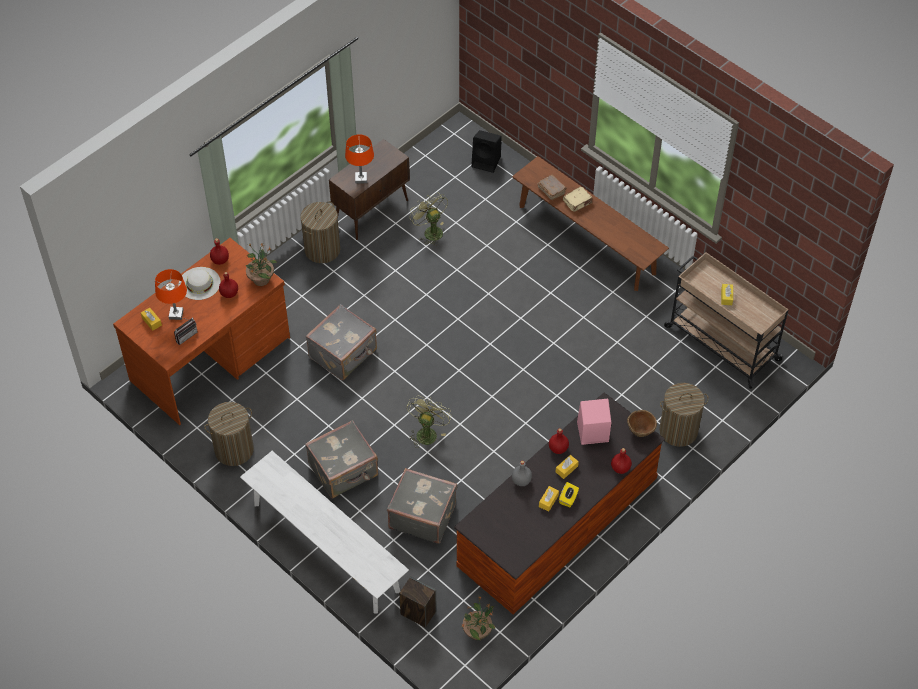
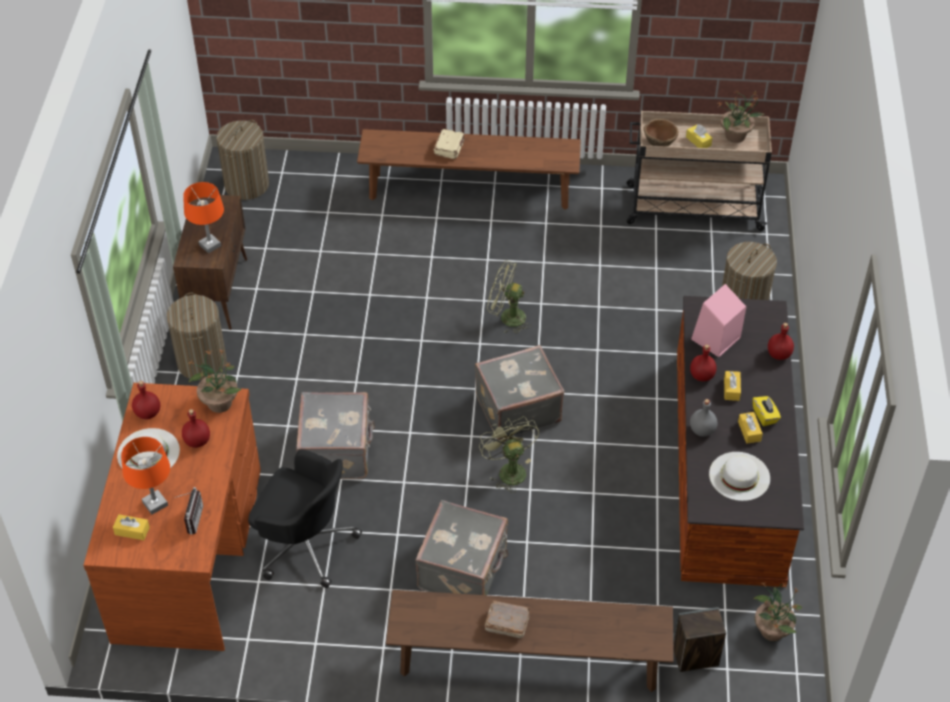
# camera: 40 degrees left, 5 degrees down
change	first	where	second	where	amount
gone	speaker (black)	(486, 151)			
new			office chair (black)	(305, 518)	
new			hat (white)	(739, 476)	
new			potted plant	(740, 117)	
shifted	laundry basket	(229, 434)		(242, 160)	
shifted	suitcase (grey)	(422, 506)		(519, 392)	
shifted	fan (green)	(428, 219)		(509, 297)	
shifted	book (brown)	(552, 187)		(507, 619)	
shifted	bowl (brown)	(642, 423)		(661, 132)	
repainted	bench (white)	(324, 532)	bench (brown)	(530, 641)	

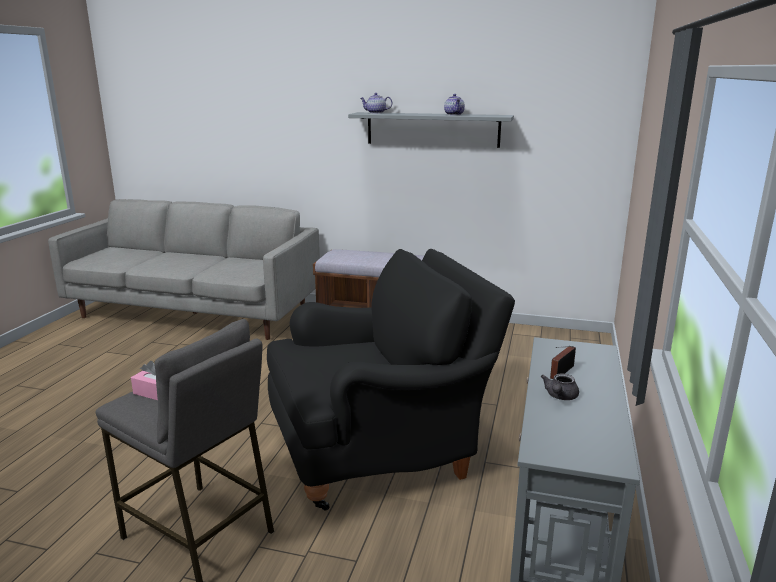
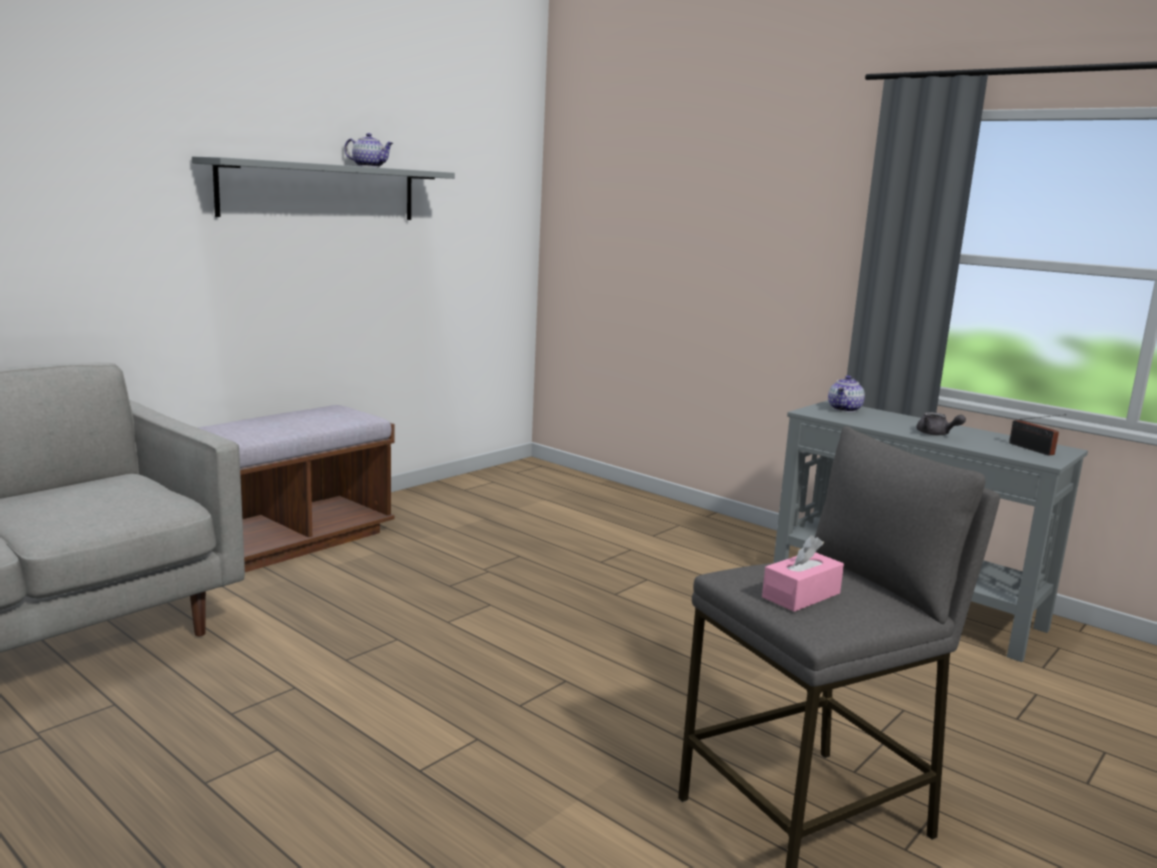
# camera: 65 degrees left, 5 degrees down
change	first	where	second	where	amount
gone	armchair (black)	(391, 379)			
shifted	teapot	(376, 103)		(846, 393)	
shifted	radio	(563, 362)		(1037, 435)	

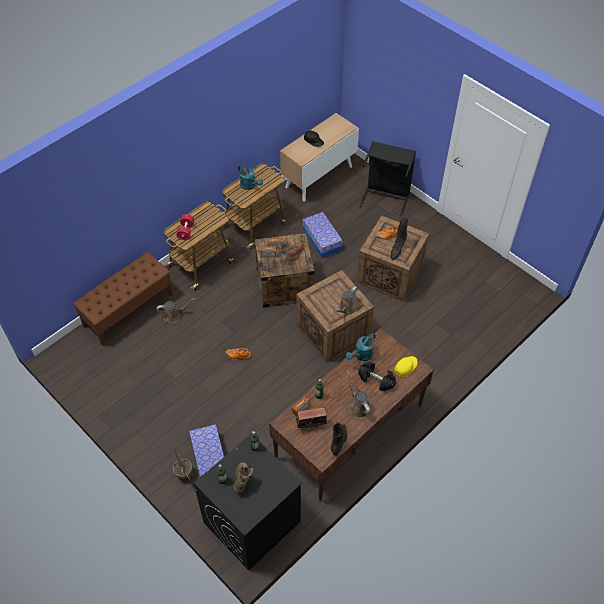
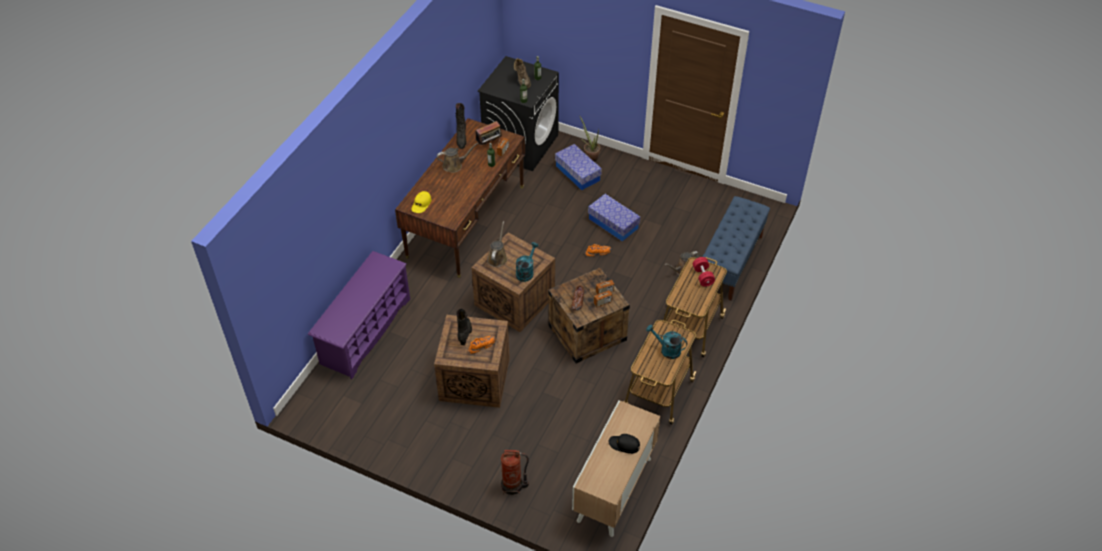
# camera: 160 degrees right, 5 degrees down
change	first	where	second	where	amount
gone	dumbbell (black)	(377, 376)			
new			shoe rack (purple)	(359, 315)	
shifted	storage box	(323, 235)		(614, 217)	
shifted	watering can (turquoise)	(361, 347)		(527, 262)	
swapped	laundry basket (black)	(388, 179)	fire extinguisher	(515, 472)	
repainted	bench (brown)	(123, 299)	bench (blue)	(736, 248)	
rotated	watering can (brown)	(358, 394)		(457, 158)	60 degrees counterclockwise

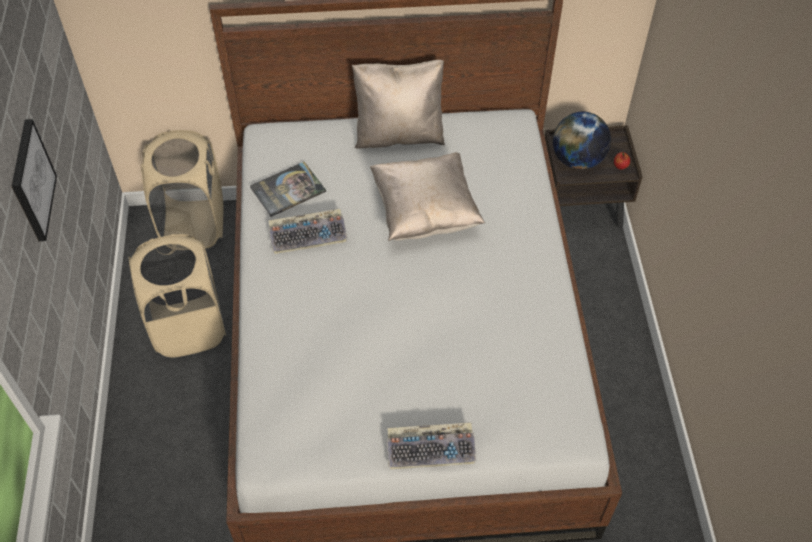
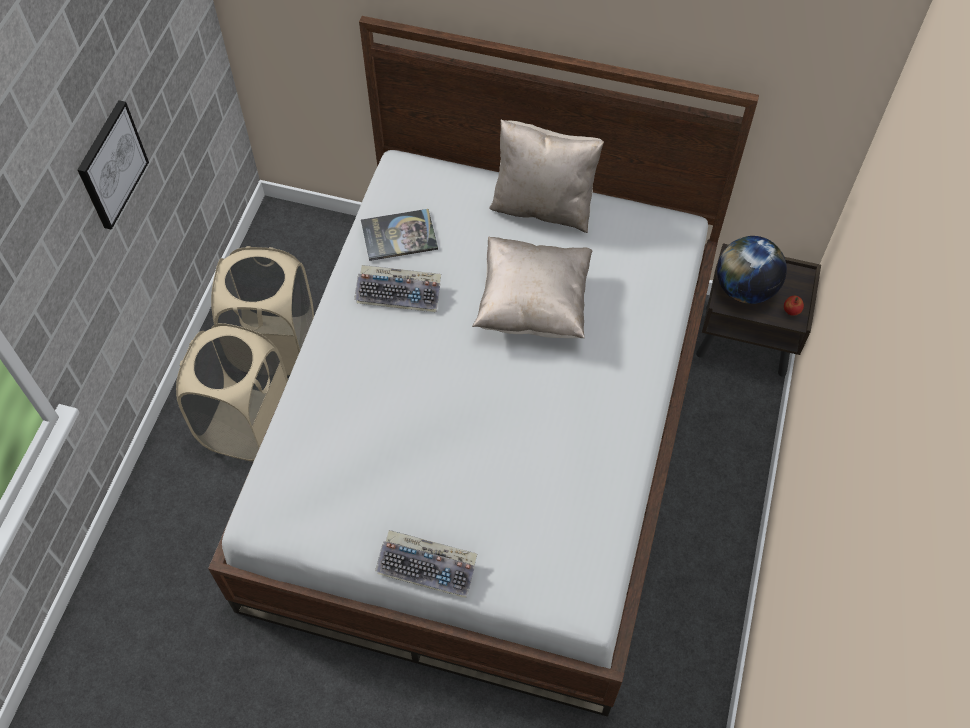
# camera: 20 degrees right, 5 degrees up
change	first	where	second	where	amount
shifted	laundry basket (beige)	(182, 189)		(232, 392)	

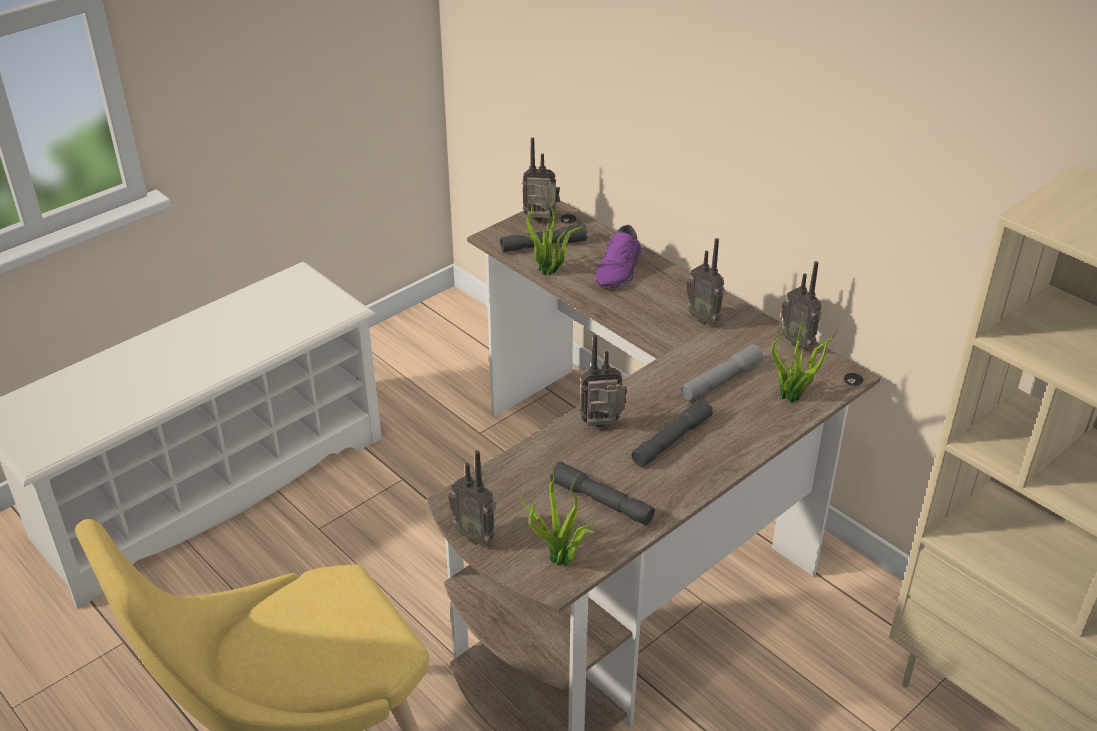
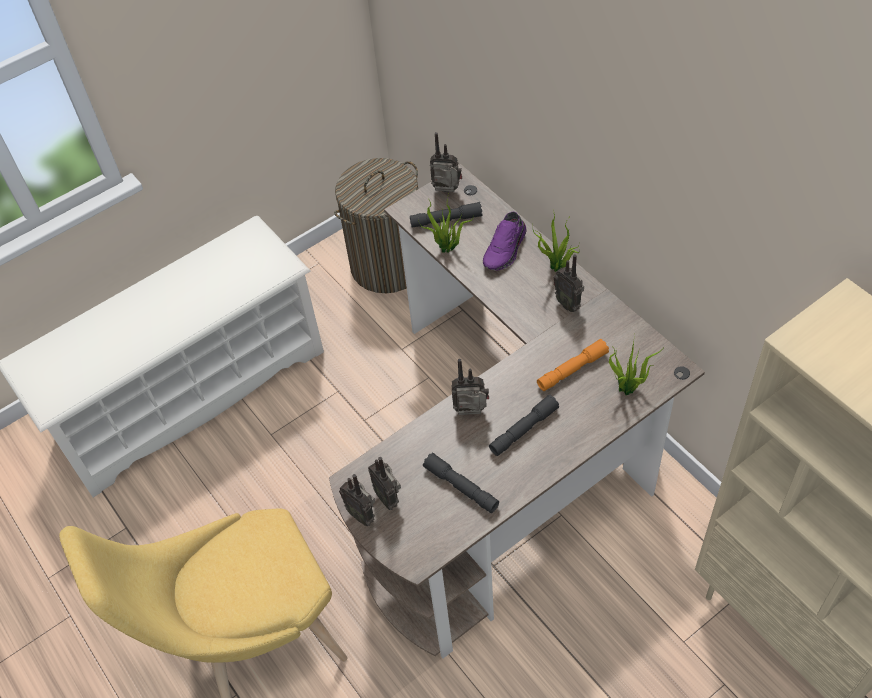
# camera: 10 degrees right, 15 degrees up
change	first	where	second	where	amount
new			laundry basket	(376, 225)	
shifted	potted plant	(557, 517)		(556, 243)	
shifted	radio	(801, 305)		(384, 483)	
repainted	flashlight (grey)	(721, 372)	flashlight (orange)	(573, 365)	

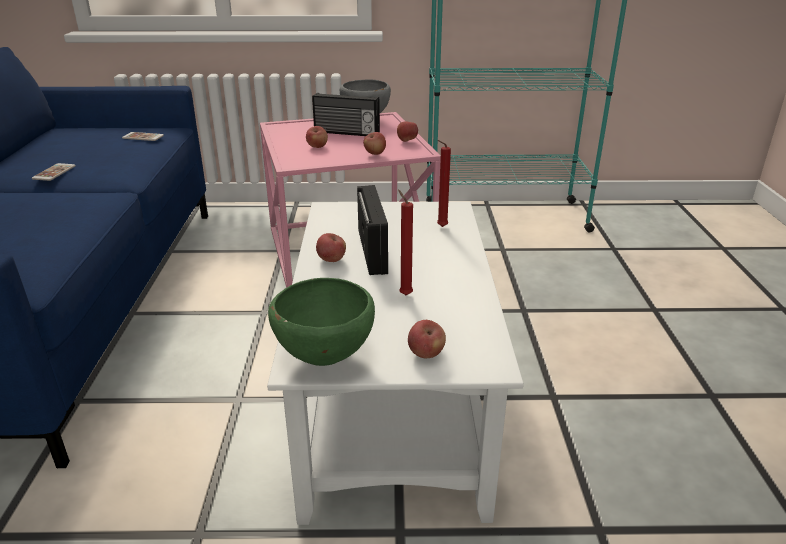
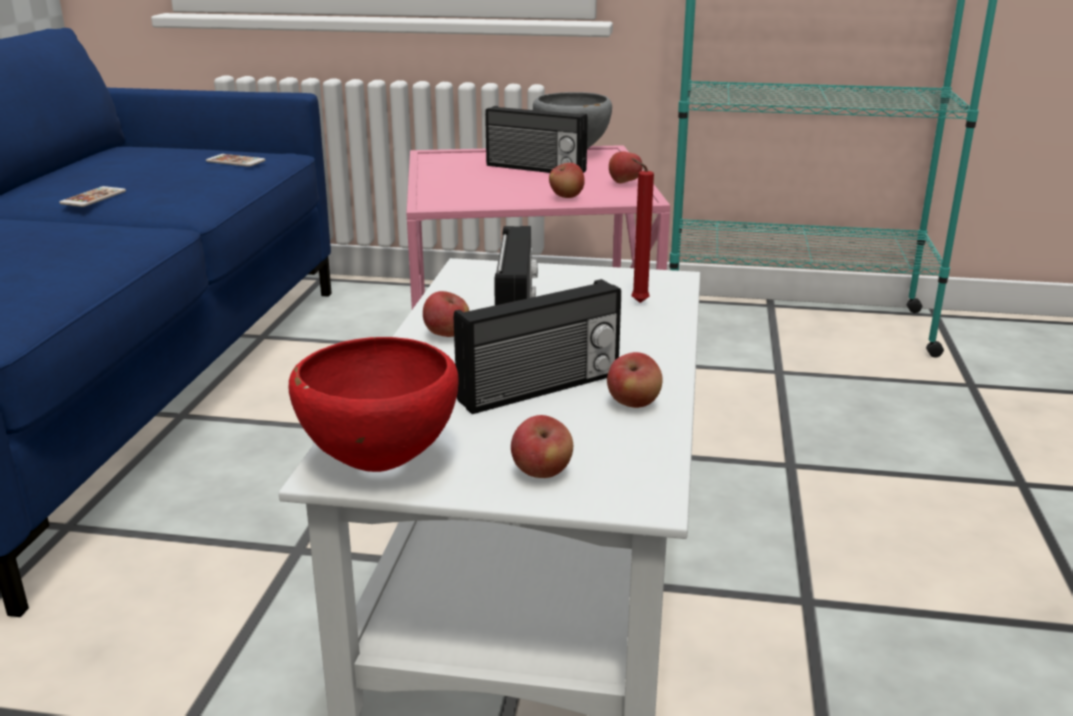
# camera: 10 degrees right, 5 degrees down
change	first	where	second	where	amount
shifted	apple	(317, 137)		(635, 380)	
swapped	candle (red)	(405, 242)	radio	(537, 346)	
repainted	bowl (green)	(321, 322)	bowl (red)	(374, 404)	

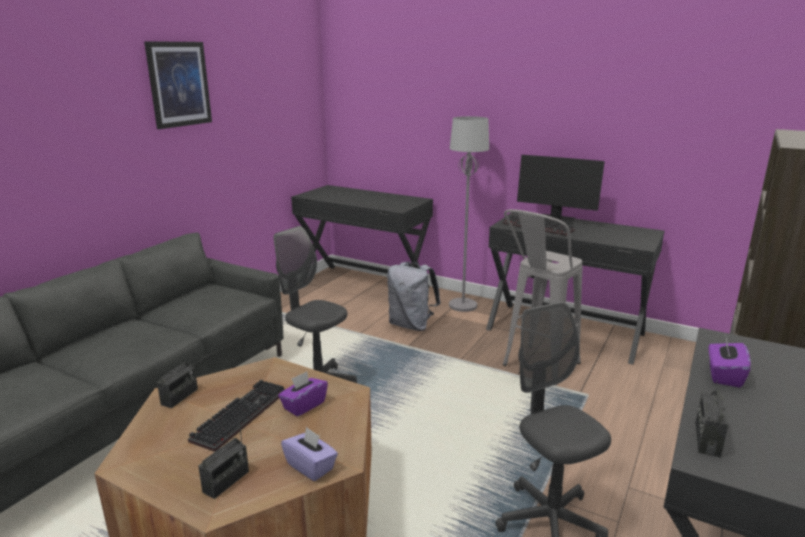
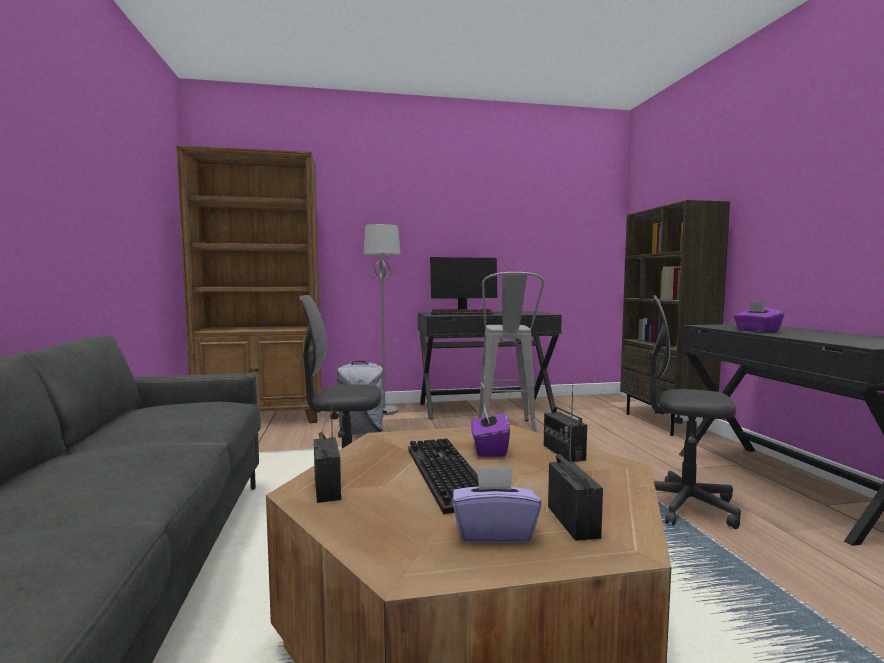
# camera: 40 degrees left, 15 degrees down
change	first	where	second	where	amount
gone	picture	(178, 85)			
shifted	tissue box (purple)	(309, 454)		(497, 504)	
shifted	radio	(712, 419)		(565, 423)	
swapped	desk (black)	(362, 236)	bookcase (brown)	(248, 284)	

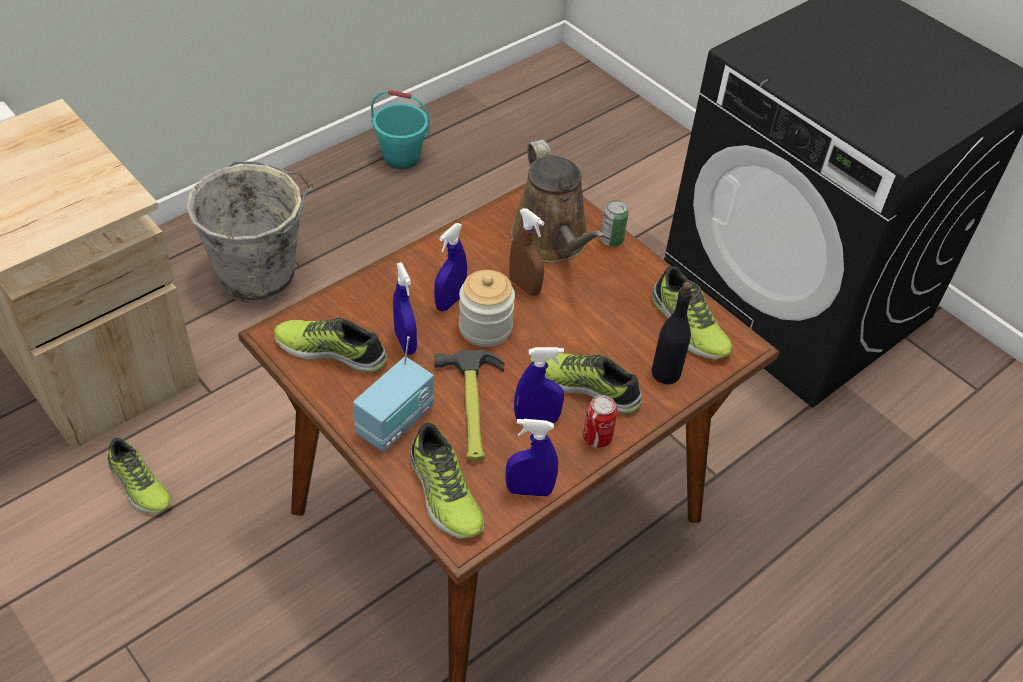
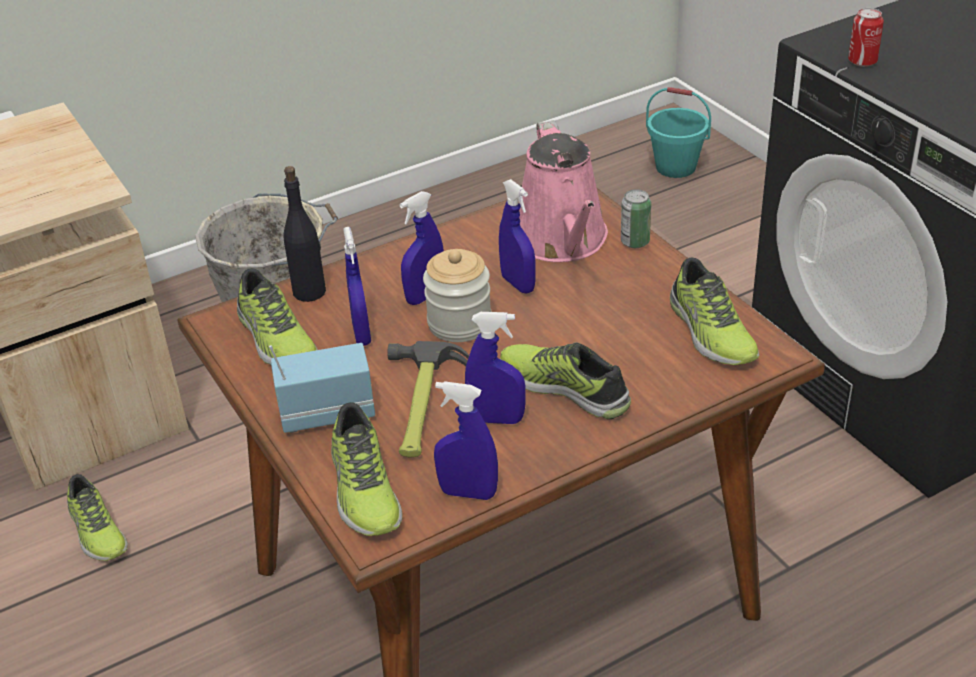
# camera: 15 degrees right, 10 degrees down
change	first	where	second	where	amount
shifted	bucket (turquoise)	(400, 129)		(678, 132)	
shifted	can	(600, 421)		(866, 37)	
shifted	bottle (black)	(672, 333)		(304, 234)	
repainted	spray bottle (brown)	(527, 252)	spray bottle (blue)	(517, 236)	
repainted	watering can (brown)	(557, 201)	watering can (pink)	(563, 191)	
rotated	shoe	(330, 345)		(277, 316)	150 degrees counterclockwise
rotated	radio	(393, 394)		(322, 388)	150 degrees counterclockwise

